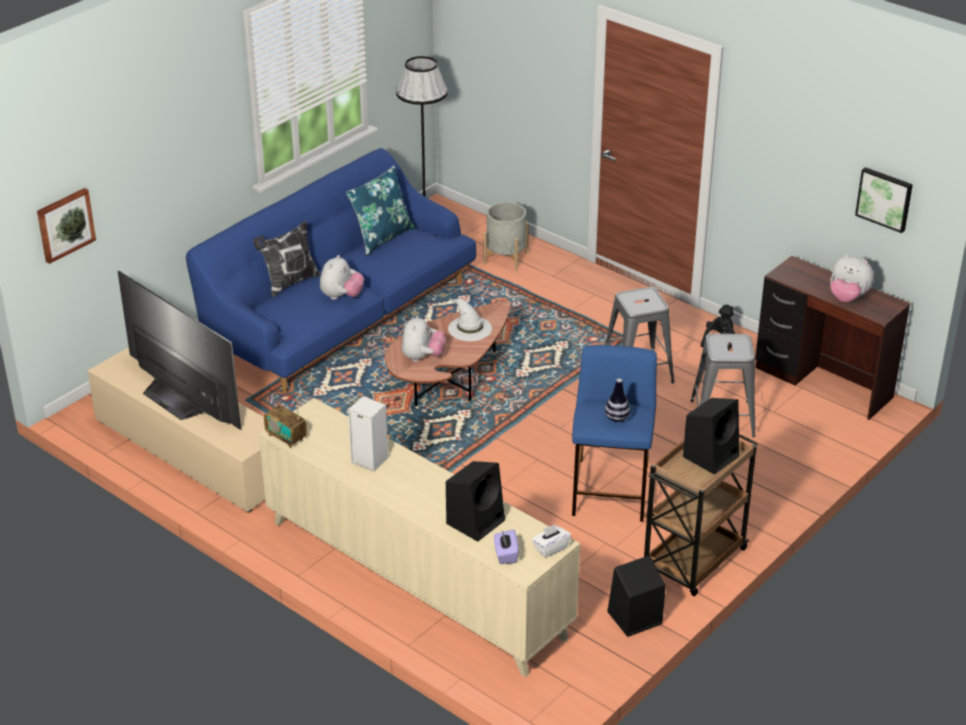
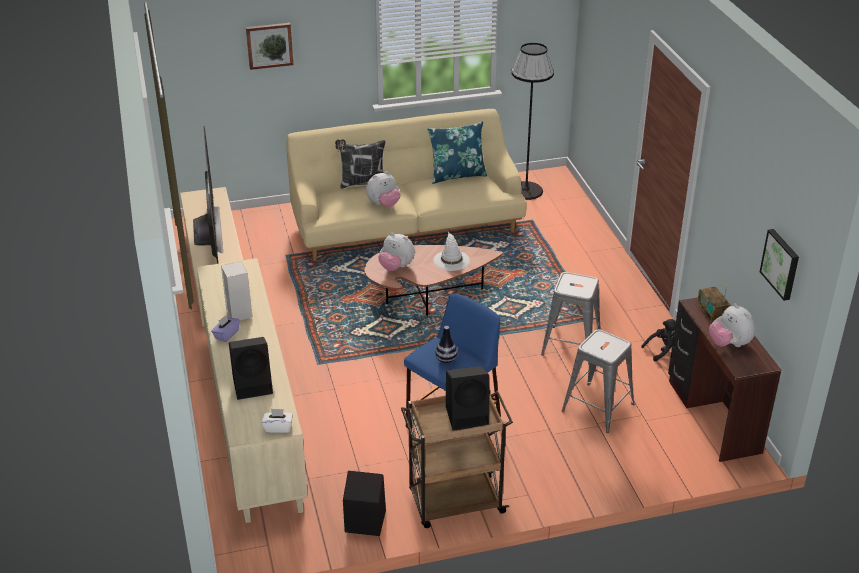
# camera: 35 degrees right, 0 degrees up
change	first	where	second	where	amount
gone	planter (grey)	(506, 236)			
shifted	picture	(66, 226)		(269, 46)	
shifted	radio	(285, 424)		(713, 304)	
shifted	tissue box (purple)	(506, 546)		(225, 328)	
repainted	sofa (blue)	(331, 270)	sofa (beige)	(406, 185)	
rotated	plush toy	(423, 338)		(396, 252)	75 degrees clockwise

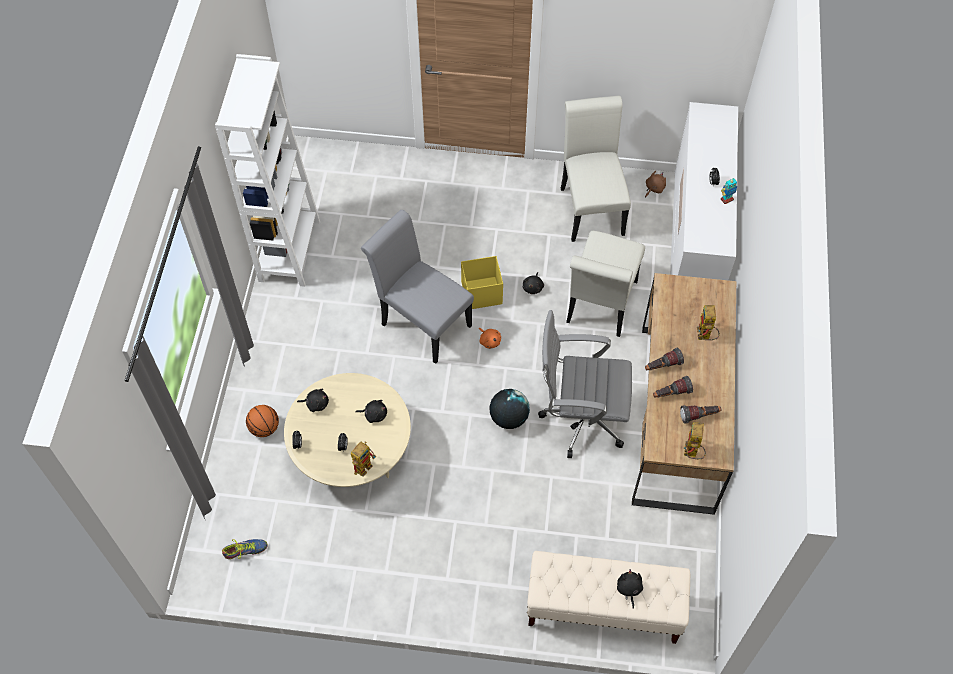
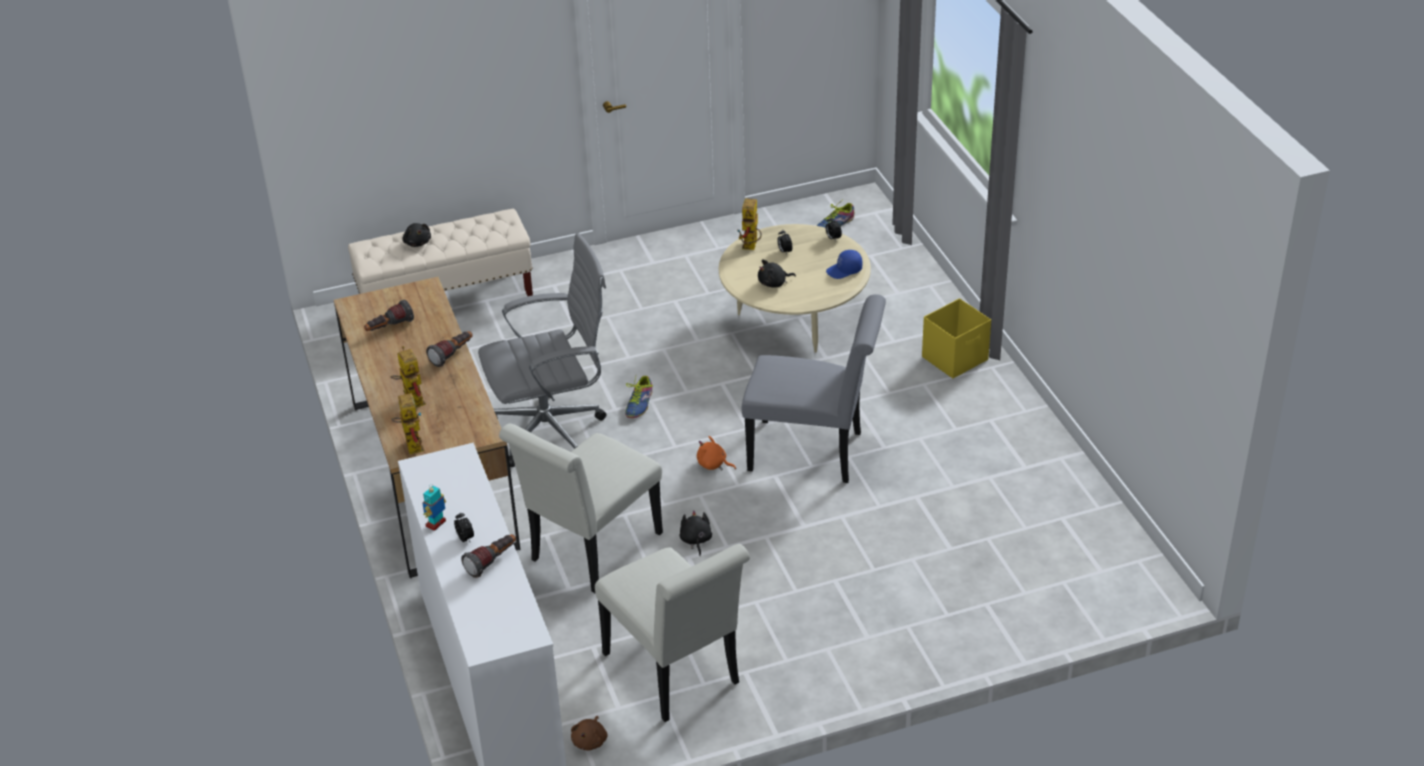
# camera: 155 degrees right, 20 degrees down
change	first	where	second	where	amount
gone	bookcase (white)	(267, 170)			
gone	basketball	(262, 421)			
shifted	storage box (yellow)	(482, 282)		(956, 338)	
shifted	flashlight	(673, 387)		(488, 556)	
shifted	toy robot	(695, 440)		(408, 421)	
swapped	plush toy (black)	(313, 400)	cap (blue)	(844, 264)	
swapped	globe	(509, 409)	shoe	(639, 397)	
rotated	chair (white)	(605, 284)		(581, 509)	135 degrees counterclockwise

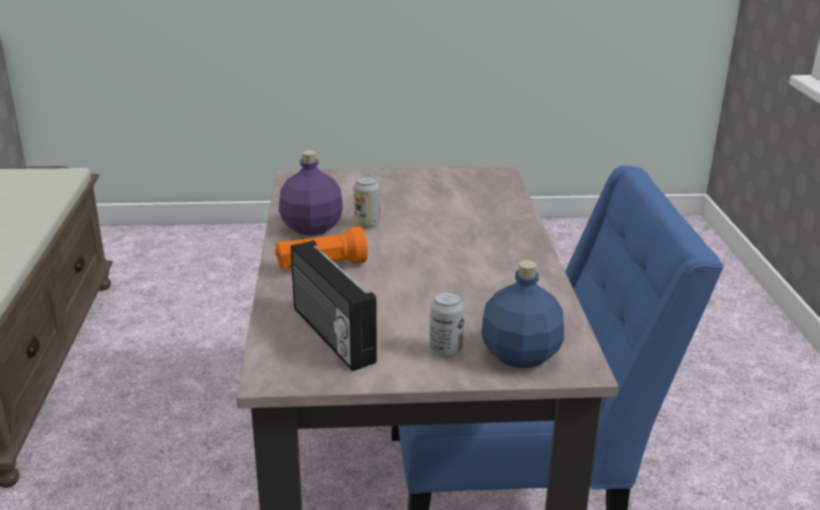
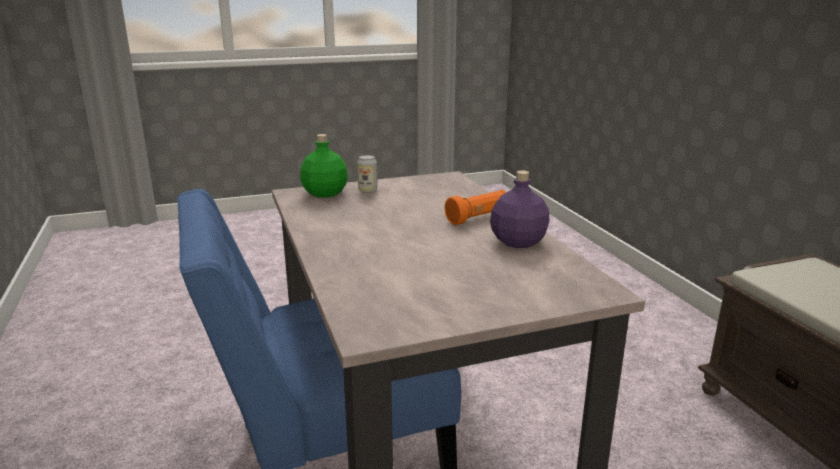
# camera: 165 degrees right, 5 degrees down
change	first	where	second	where	amount
gone	radio	(334, 305)			
gone	can	(366, 202)			
repainted	bottle (blue)	(522, 314)	bottle (green)	(324, 166)	

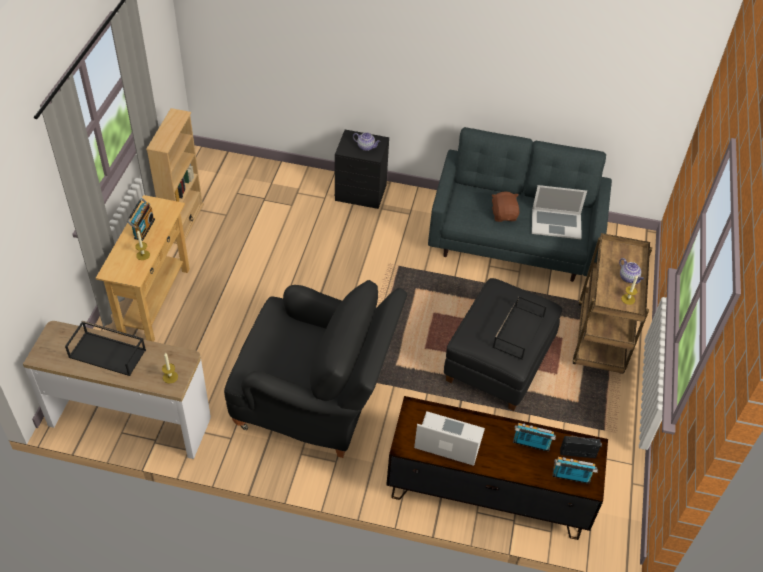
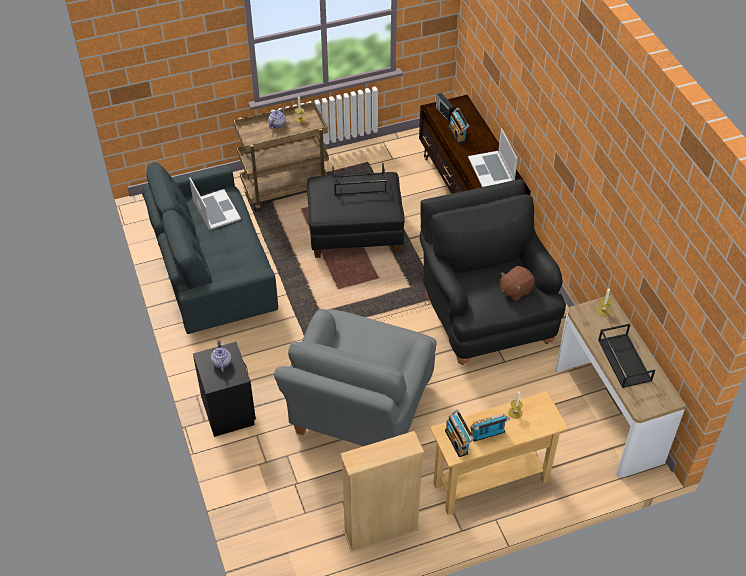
# camera: 120 degrees left, 0 degrees up
change	first	where	second	where	amount
new			armchair (grey)	(355, 377)	
shifted	plush toy (brown)	(505, 206)		(517, 283)	
shifted	radio	(575, 470)		(459, 433)	

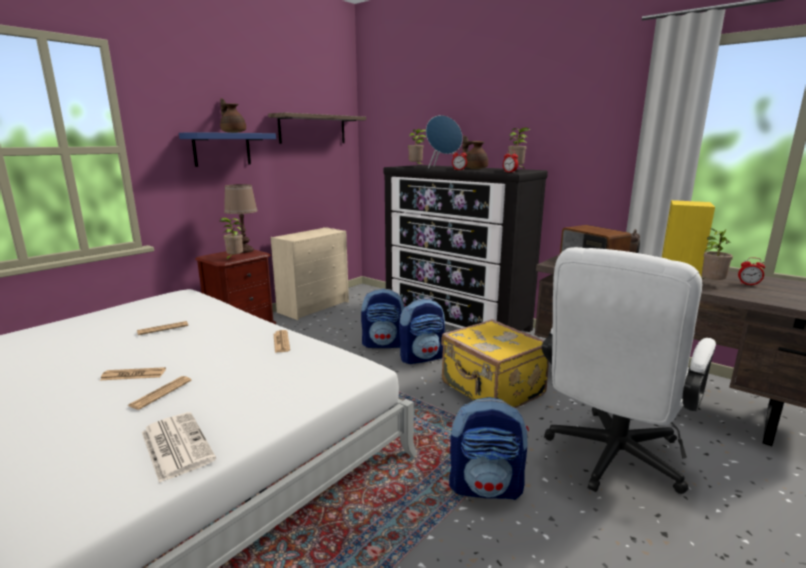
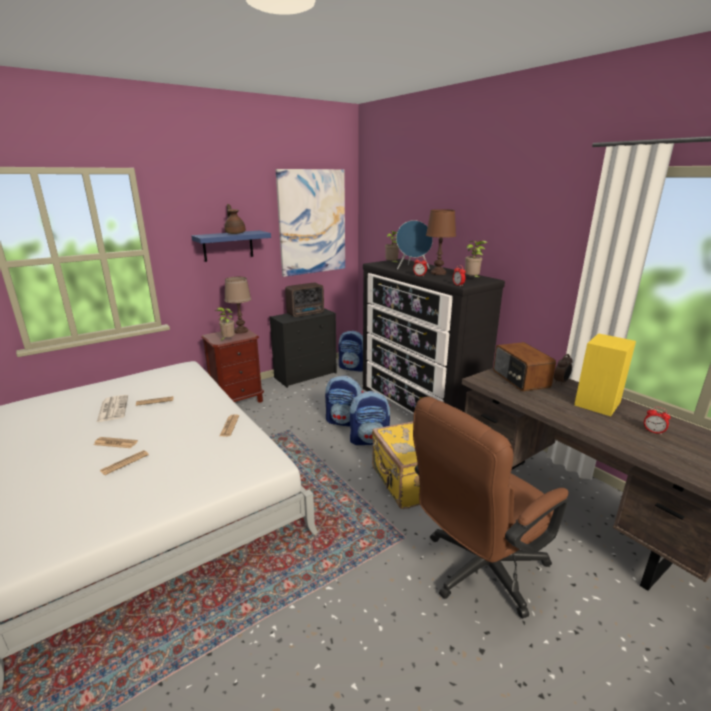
# camera: 15 degrees right, 5 degrees up
change	first	where	second	where	amount
gone	potted plant	(717, 254)			
new			radio	(304, 300)	
shifted	newspaper	(179, 447)		(112, 409)	
shifted	backpack	(489, 448)		(351, 351)	
swapped	shelf	(317, 128)	picture	(310, 223)	
swapped	teapot (brown)	(475, 152)	table lamp (brown)	(441, 242)	
repainted	dresser (beige)	(310, 273)	dresser (black)	(303, 348)	
repainted	office chair (white)	(629, 370)	office chair (brown)	(490, 507)	

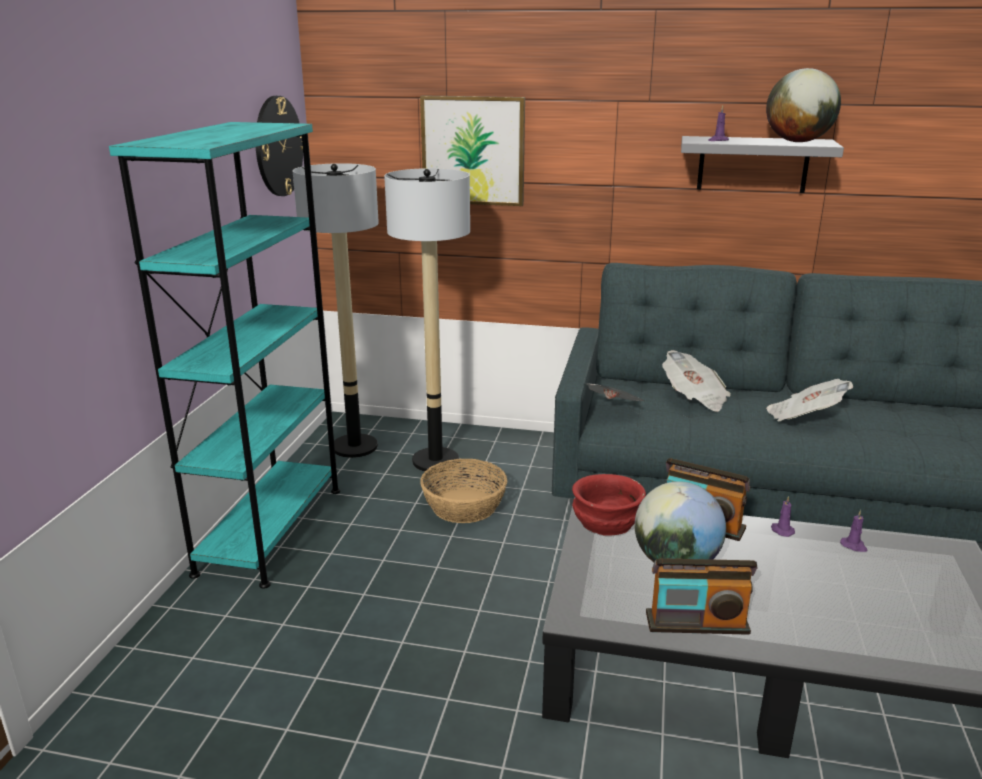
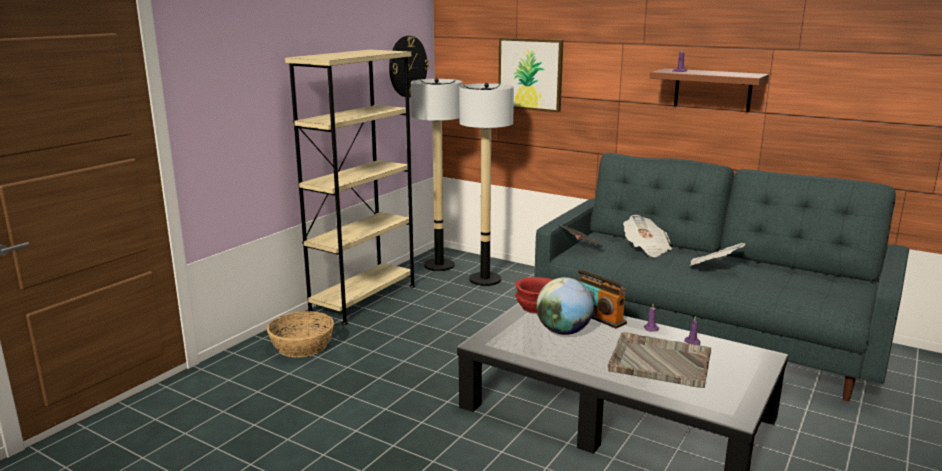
# camera: 20 degrees right, 5 degrees down
change	first	where	second	where	amount
gone	radio	(701, 596)			
gone	globe	(803, 105)			
new			tray (grey)	(659, 360)	
shifted	basket	(463, 491)		(300, 334)	
repainted	bookcase (turquoise)	(224, 355)	bookcase (beige)	(350, 187)	
repainted	shelf (grey)	(762, 164)	shelf (brown)	(709, 90)	

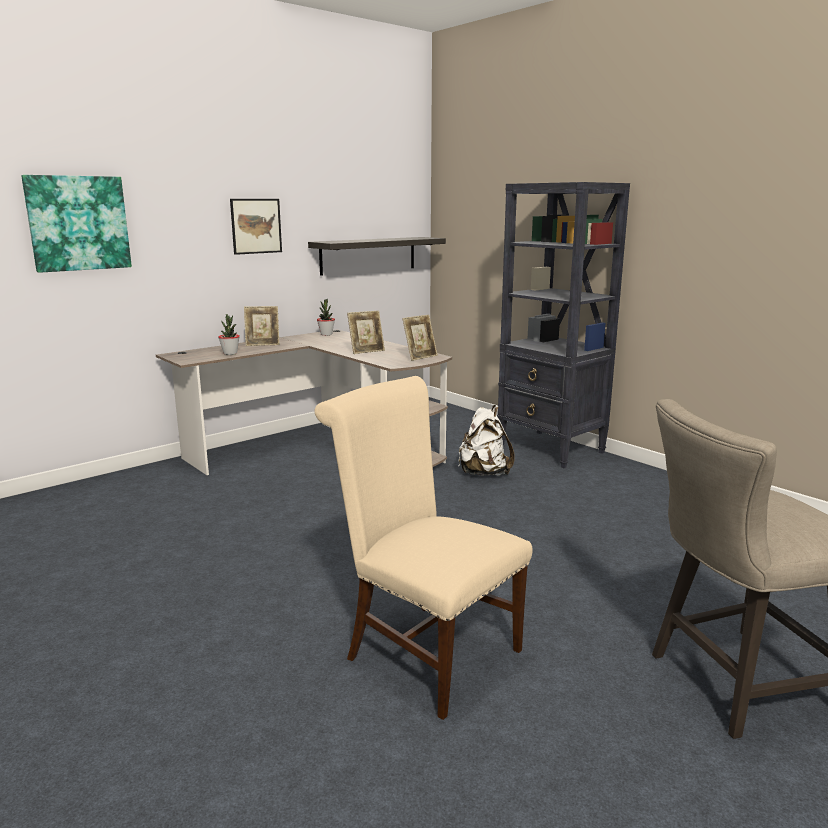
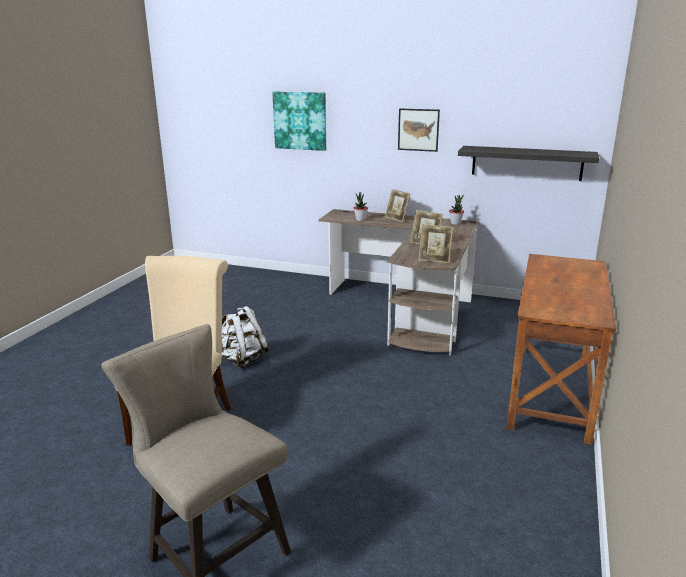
# camera: 60 degrees right, 5 degrees up
change	first	where	second	where	amount
shifted	backpack (white)	(486, 440)		(245, 337)	
swapped	bookcase (black)	(563, 325)	desk (brown)	(561, 349)	

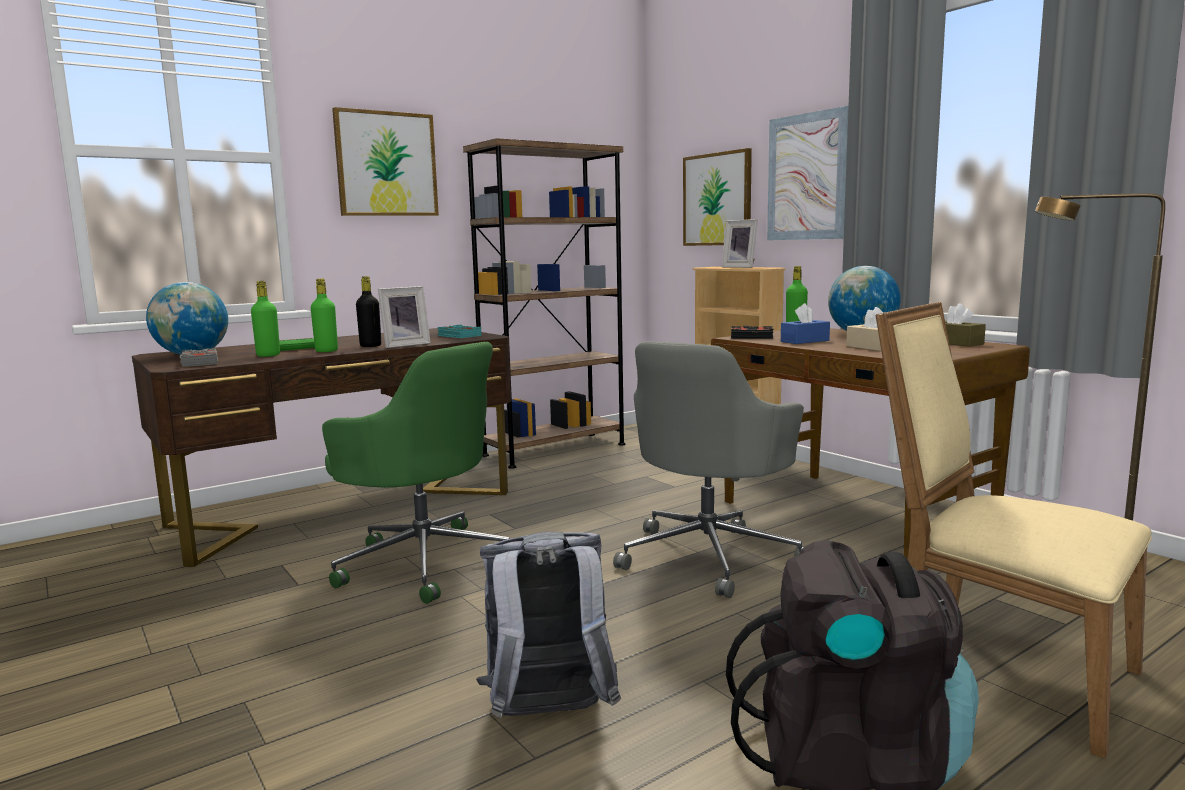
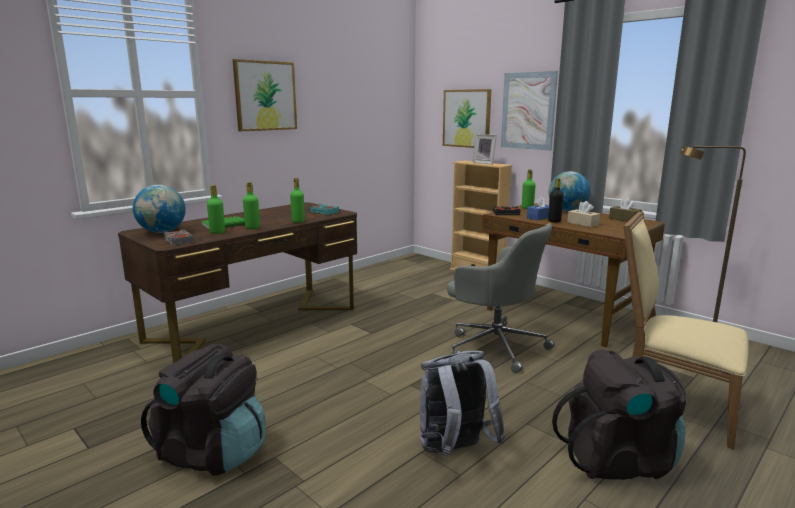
# camera: 10 degrees left, 5 degrees up
change	first	where	second	where	amount
gone	office chair (green)	(416, 473)			
gone	bookcase (brown)	(544, 303)			
new			backpack (black)	(203, 409)	
shifted	bottle (black)	(368, 311)		(556, 200)	
swapped	picture frame	(404, 317)	bottle (green)	(297, 200)	
rotated	office chair (grey)	(708, 469)		(501, 298)	75 degrees counterclockwise

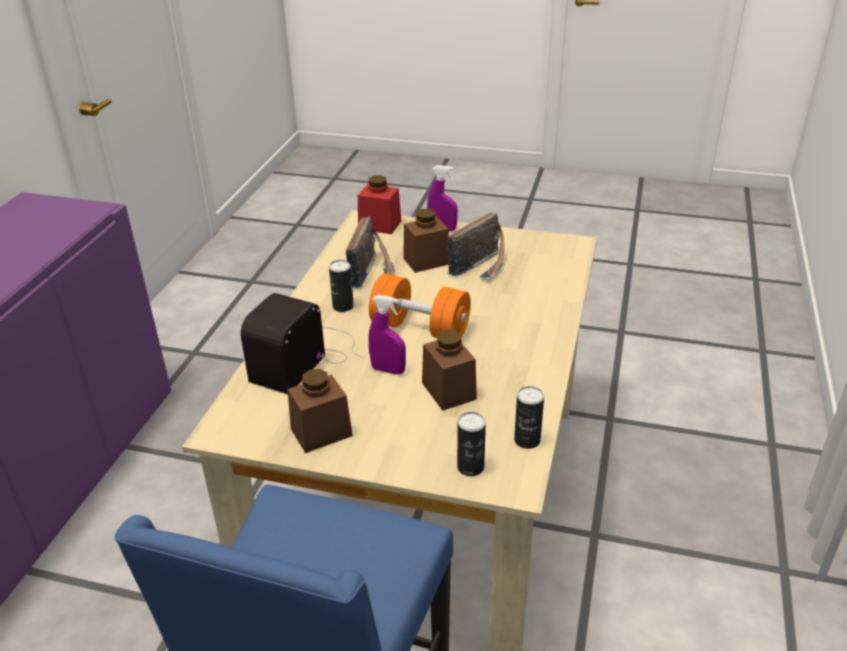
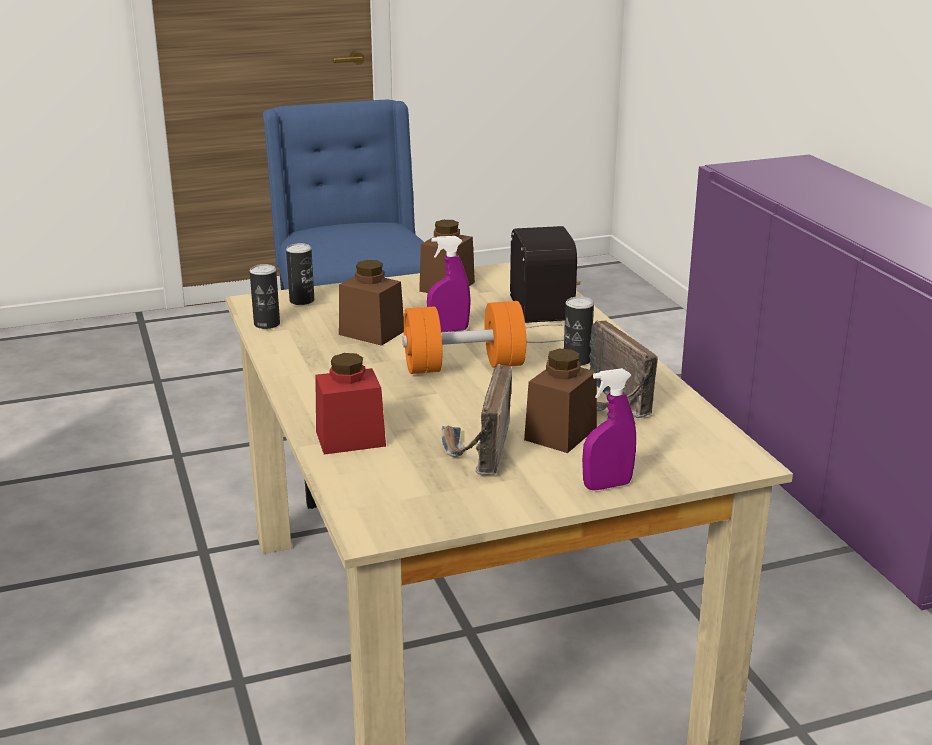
# camera: 145 degrees right, 10 degrees down
change	first	where	second	where	amount
shifted	jar (red)	(379, 204)		(350, 404)	

